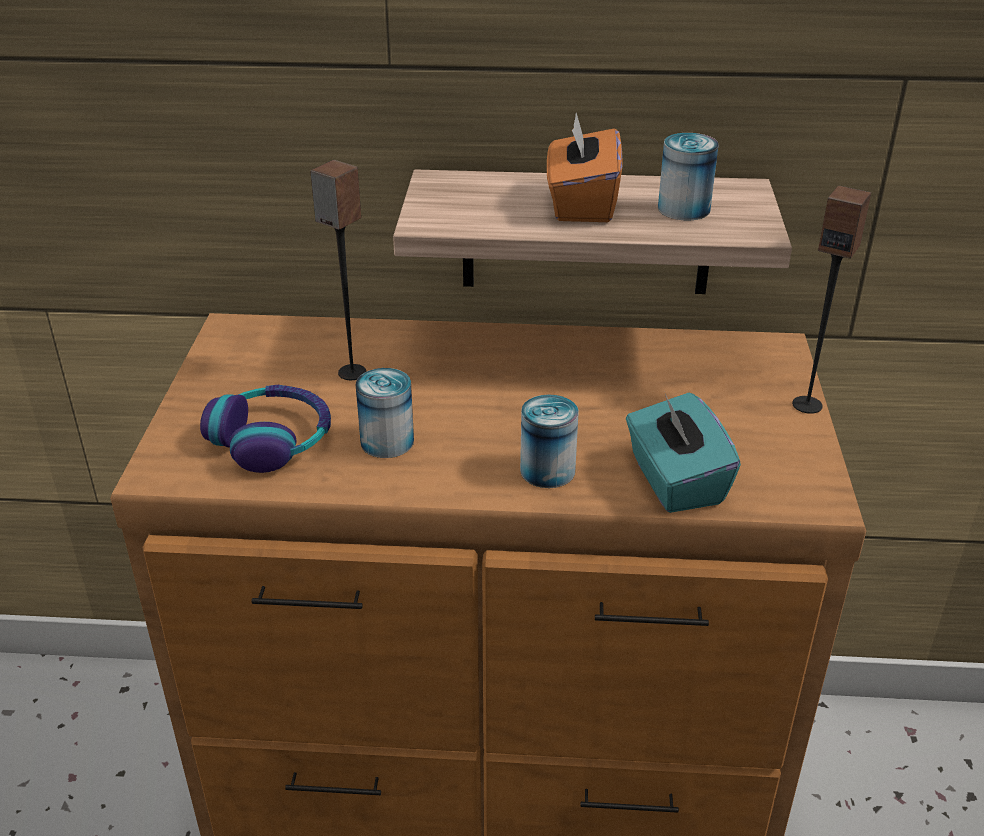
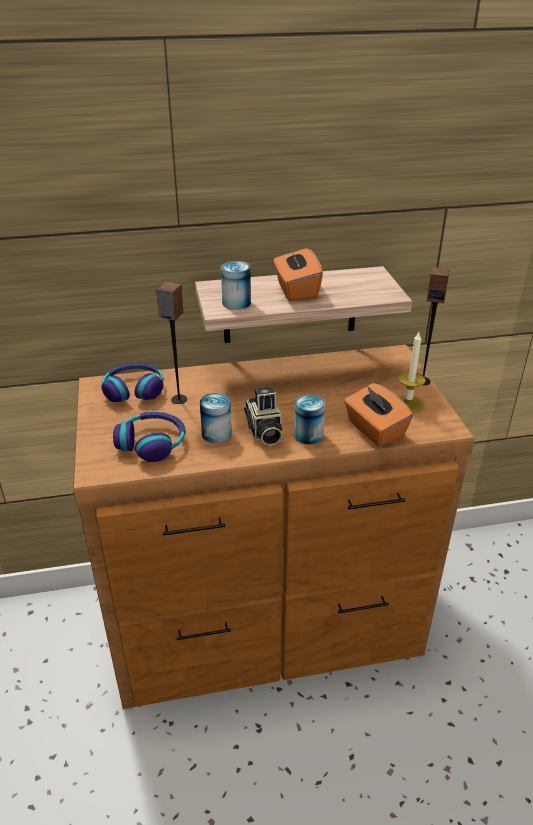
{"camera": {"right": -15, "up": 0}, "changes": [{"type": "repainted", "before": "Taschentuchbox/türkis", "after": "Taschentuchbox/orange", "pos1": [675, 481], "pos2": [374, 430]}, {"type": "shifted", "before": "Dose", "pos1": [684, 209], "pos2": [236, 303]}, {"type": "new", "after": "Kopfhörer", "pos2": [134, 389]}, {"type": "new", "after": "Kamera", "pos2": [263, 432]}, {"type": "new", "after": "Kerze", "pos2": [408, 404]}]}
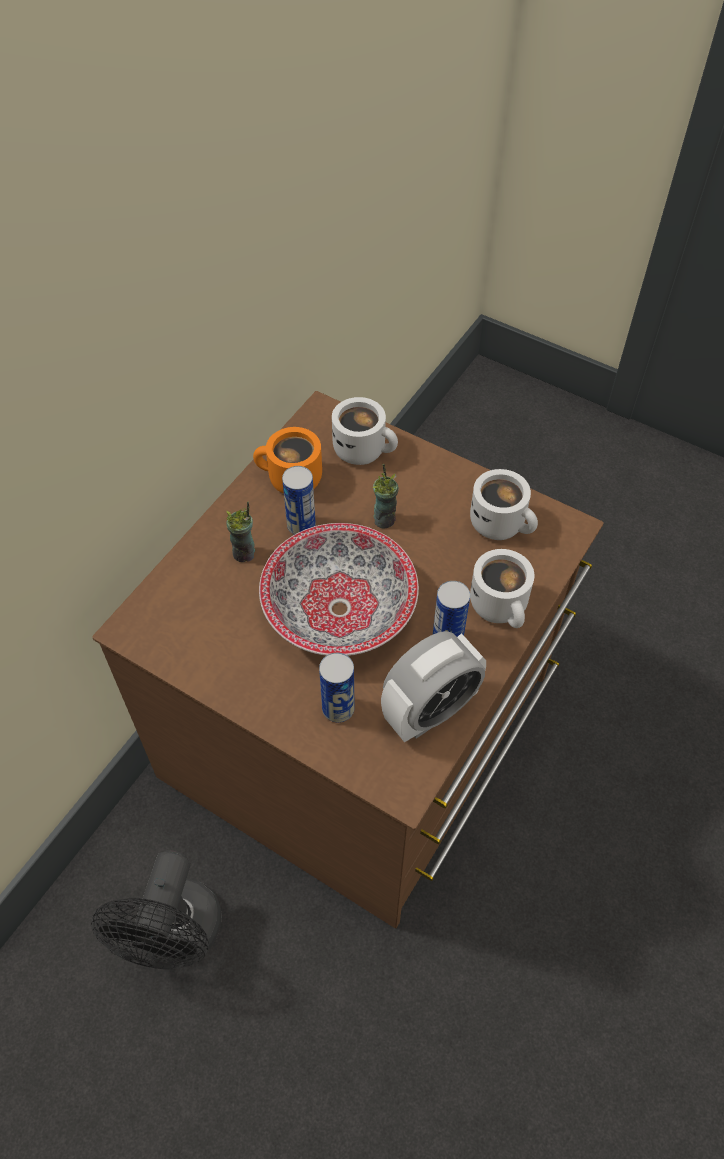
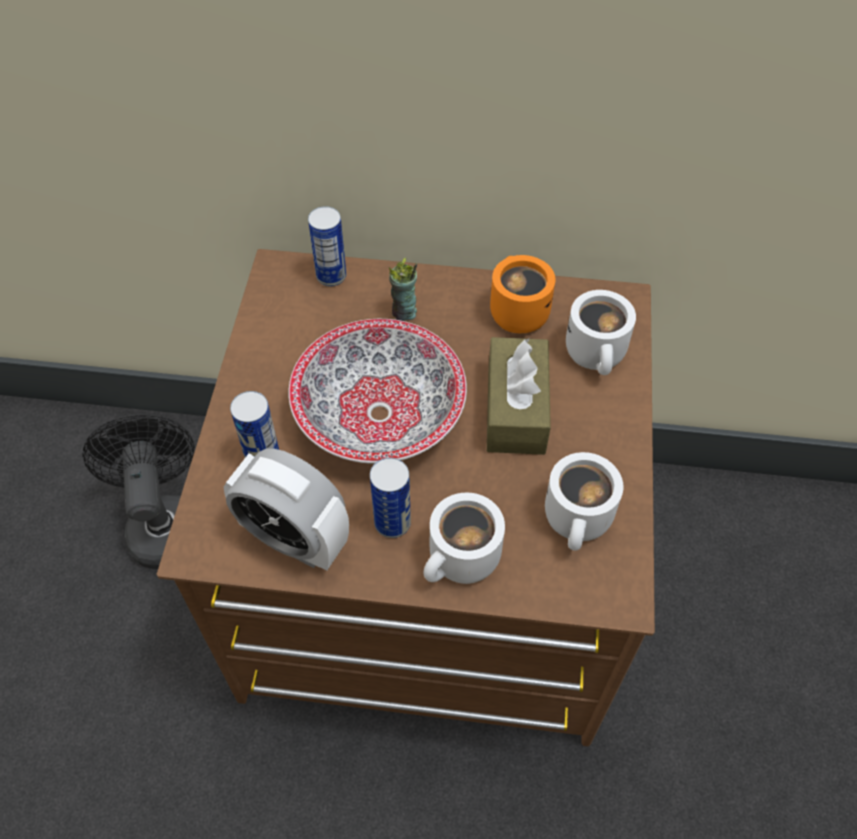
{"camera": {"right": 65, "up": 0}, "changes": [{"type": "rotated", "before": "Ventilator/schwarz", "pos1": [177, 937], "pos2": [164, 523], "turn": 90}, {"type": "shifted", "before": "Dose", "pos1": [301, 525], "pos2": [331, 276]}, {"type": "swapped", "before": "Tasse", "after": "Taschentuchbox/braun", "pos1": [384, 519], "pos2": [516, 408]}]}
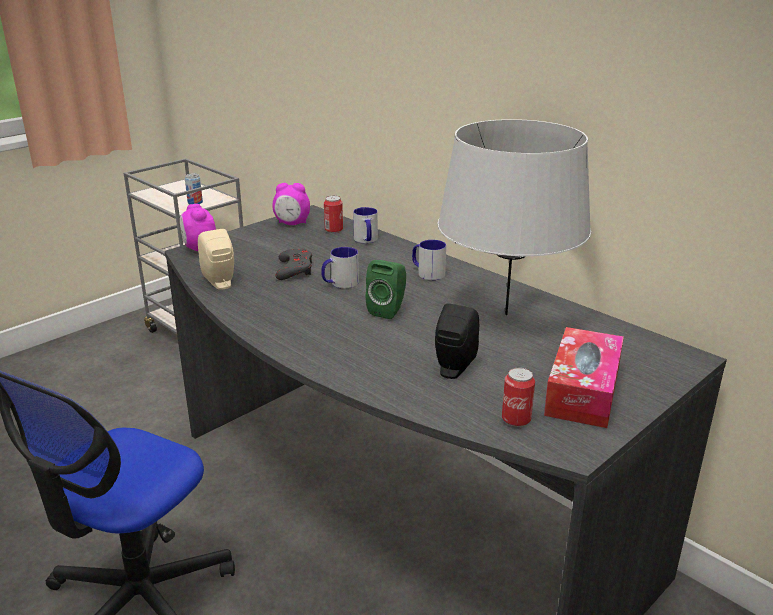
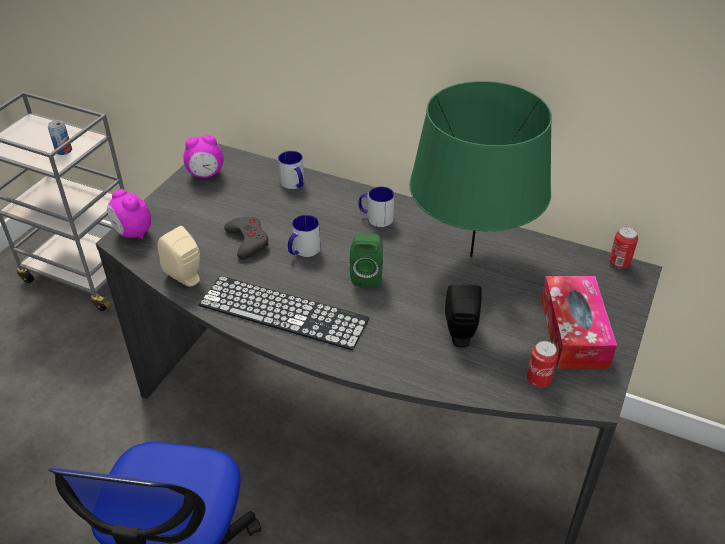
{"camera": {"right": -20, "up": 15}, "changes": [{"type": "shifted", "before": "Dose", "pos1": [333, 230], "pos2": [619, 262]}, {"type": "repainted", "before": "Tischlampe/grau", "after": "Tischlampe/grün", "pos1": [506, 314], "pos2": [471, 256]}, {"type": "new", "after": "Tastatur", "pos2": [283, 312]}]}
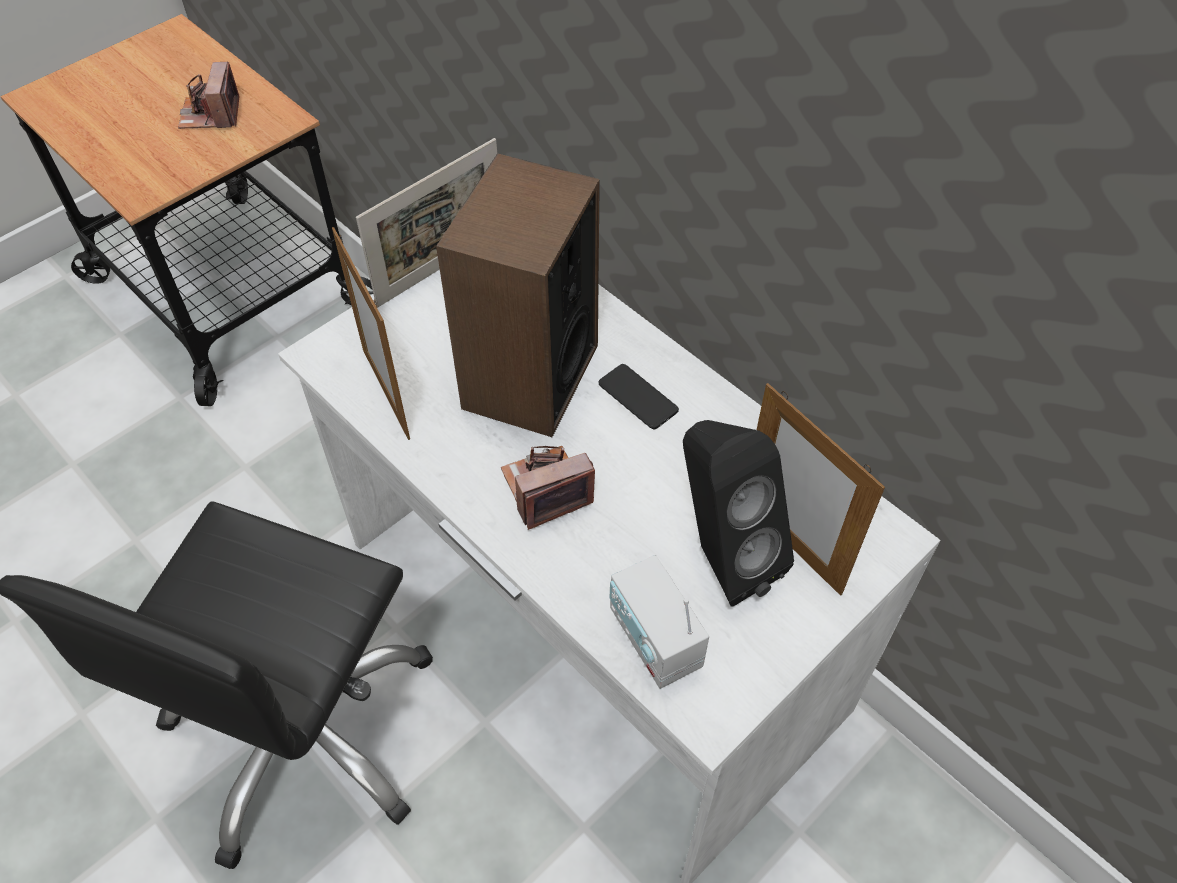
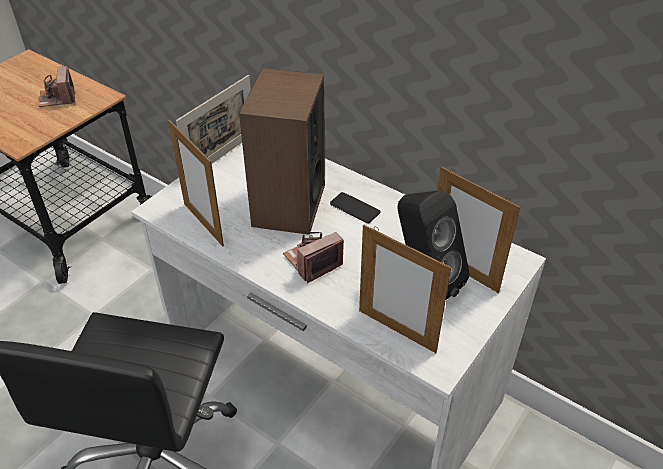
{"camera": {"right": -10, "up": -10}, "changes": [{"type": "swapped", "before": "Radio", "after": "Bilderrahmen", "pos1": [654, 640], "pos2": [397, 331]}]}
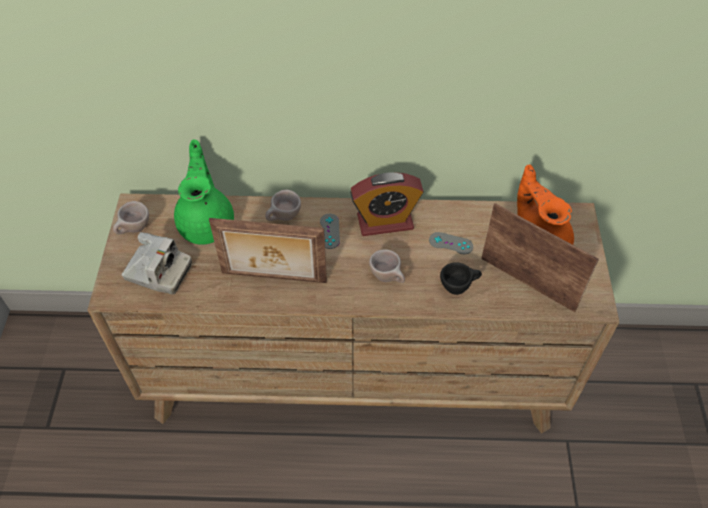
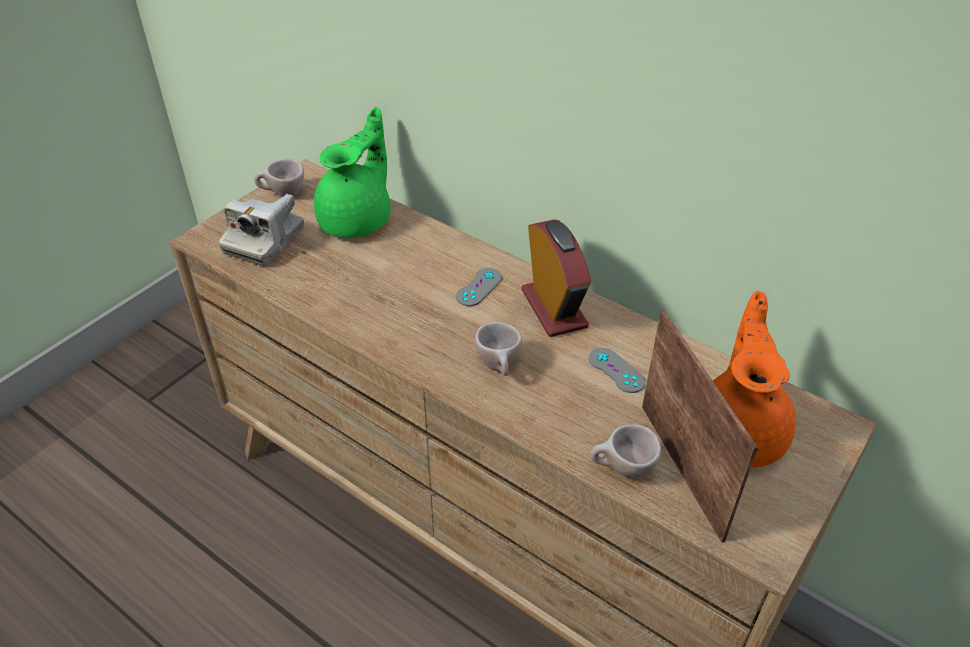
{"camera": {"right": 35, "up": -10}, "changes": [{"type": "rotated", "before": "Kamera", "pos1": [158, 272], "pos2": [265, 241], "turn": 60}, {"type": "gone", "before": "Bilderrahmen", "pos1": [273, 278]}, {"type": "shifted", "before": "Tasse/beige", "pos1": [283, 218], "pos2": [621, 471]}, {"type": "rotated", "before": "Wecker", "pos1": [385, 222], "pos2": [554, 309], "turn": -135}, {"type": "gone", "before": "Tasse/schwarz", "pos1": [458, 287]}]}
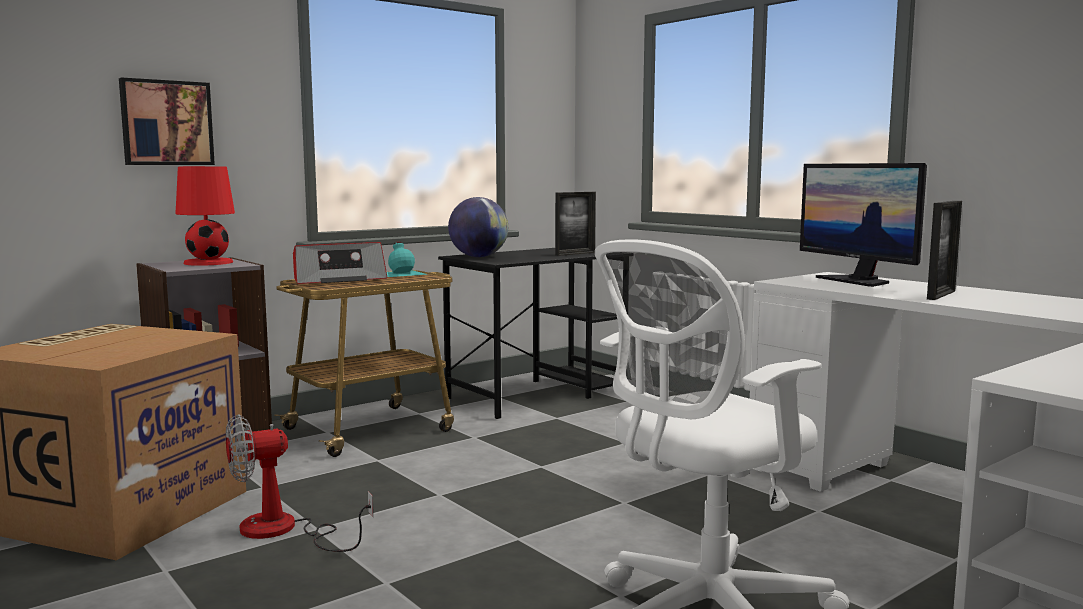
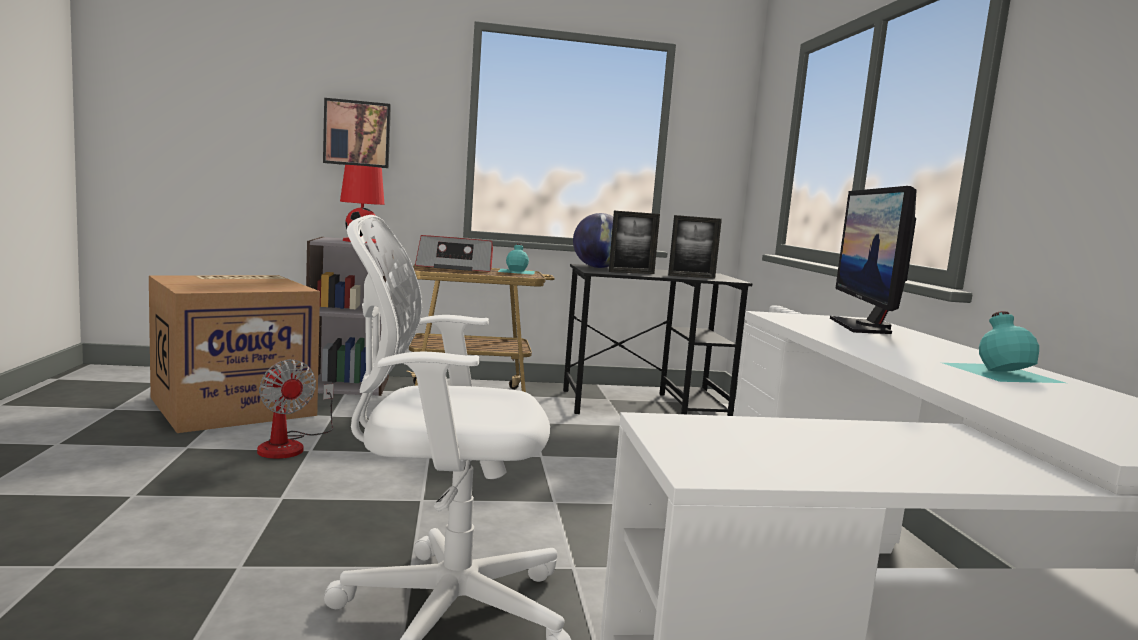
{"camera": {"right": 30, "up": 0}, "changes": [{"type": "rotated", "before": "Ventilator", "pos1": [284, 531], "pos2": [290, 445], "turn": -135}, {"type": "shifted", "before": "Bilderrahmen", "pos1": [941, 295], "pos2": [631, 272]}, {"type": "new", "after": "Flasche/türkis", "pos2": [1001, 372]}]}
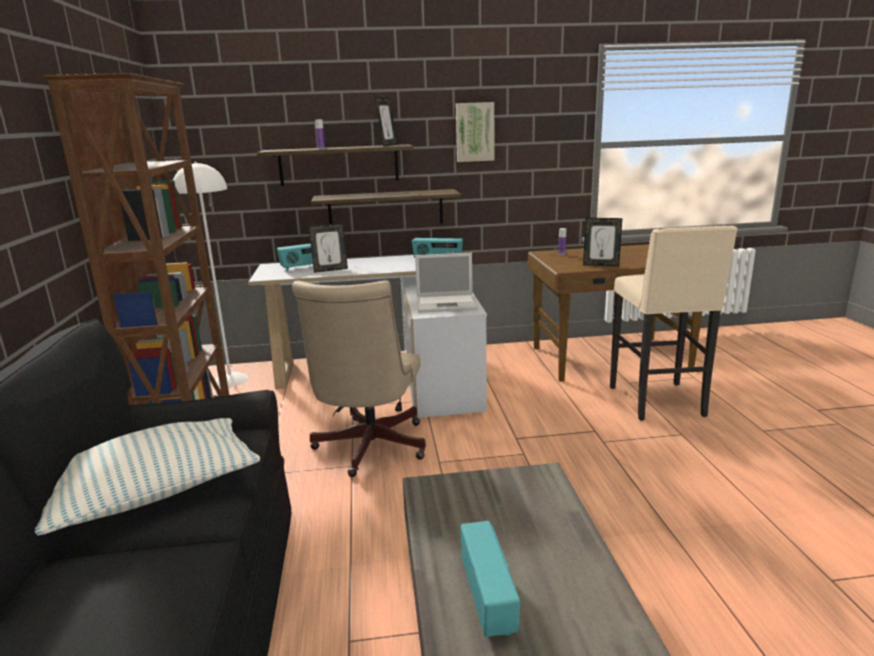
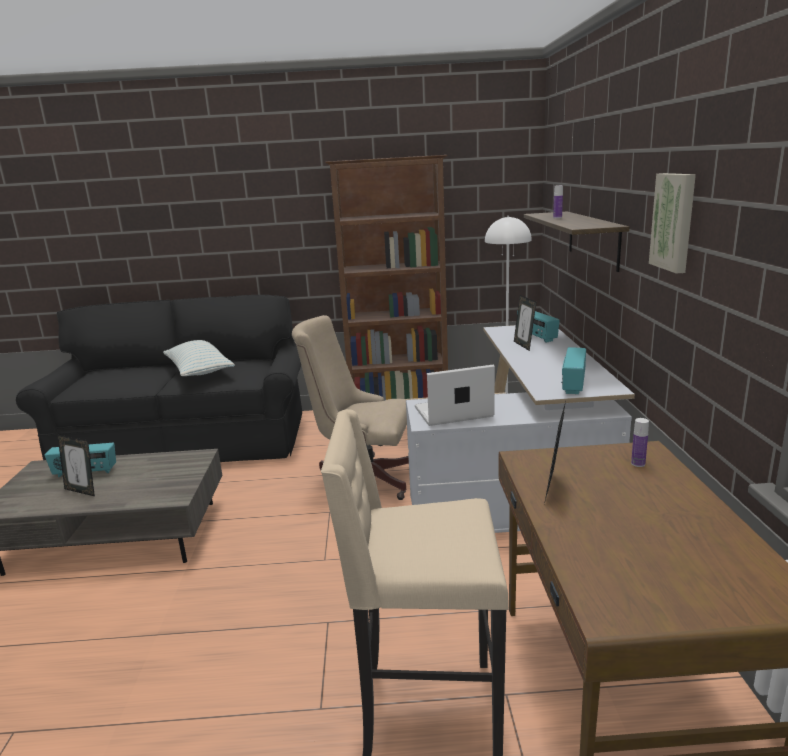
{"camera": {"right": 95, "up": 0}, "changes": [{"type": "gone", "before": "Wandregal", "pos1": [385, 209]}, {"type": "shifted", "before": "Bilderrahmen", "pos1": [387, 145], "pos2": [82, 491]}, {"type": "rotated", "before": "Laptop", "pos1": [447, 304], "pos2": [452, 412], "turn": 75}]}
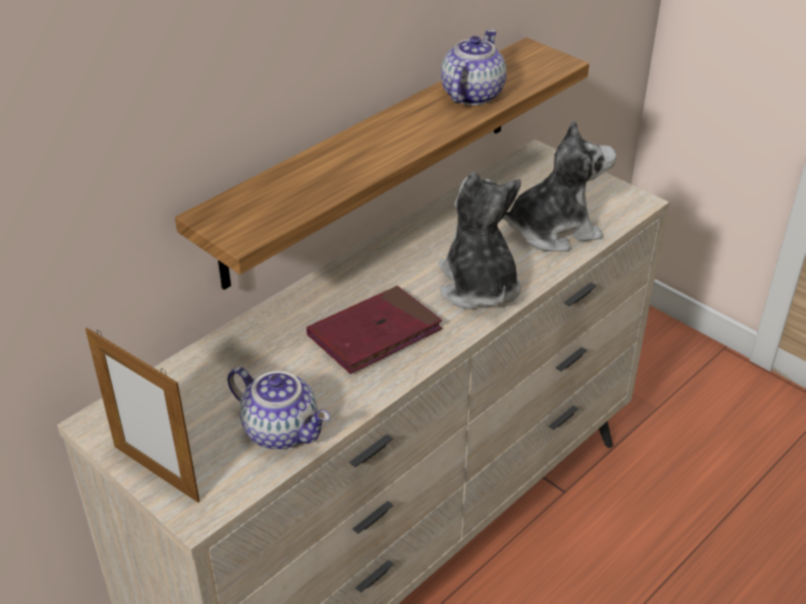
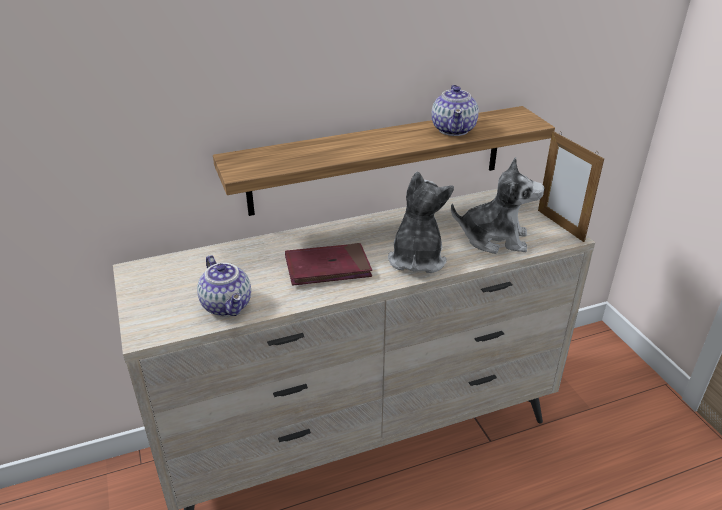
{"camera": {"right": 25, "up": -5}, "changes": [{"type": "shifted", "before": "Bilderrahmen", "pos1": [156, 473], "pos2": [560, 225]}, {"type": "rotated", "before": "Teekanne", "pos1": [471, 95], "pos2": [454, 129], "turn": 135}]}
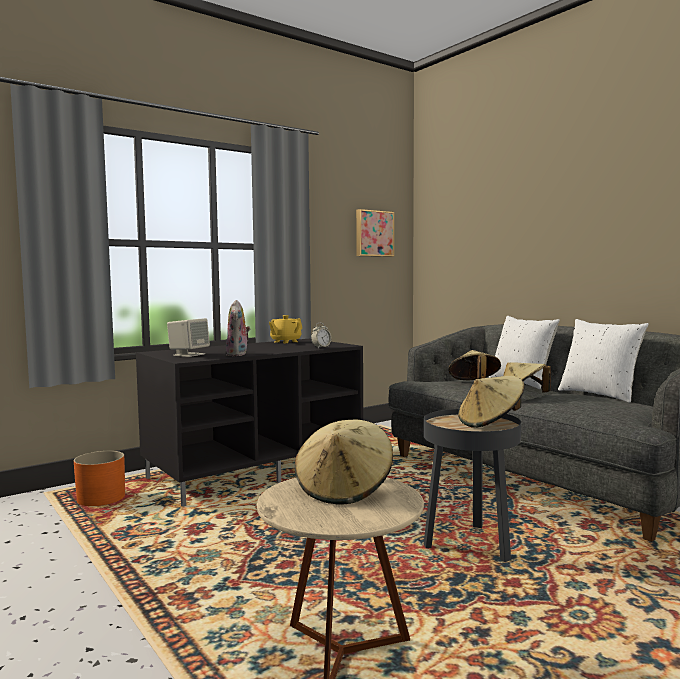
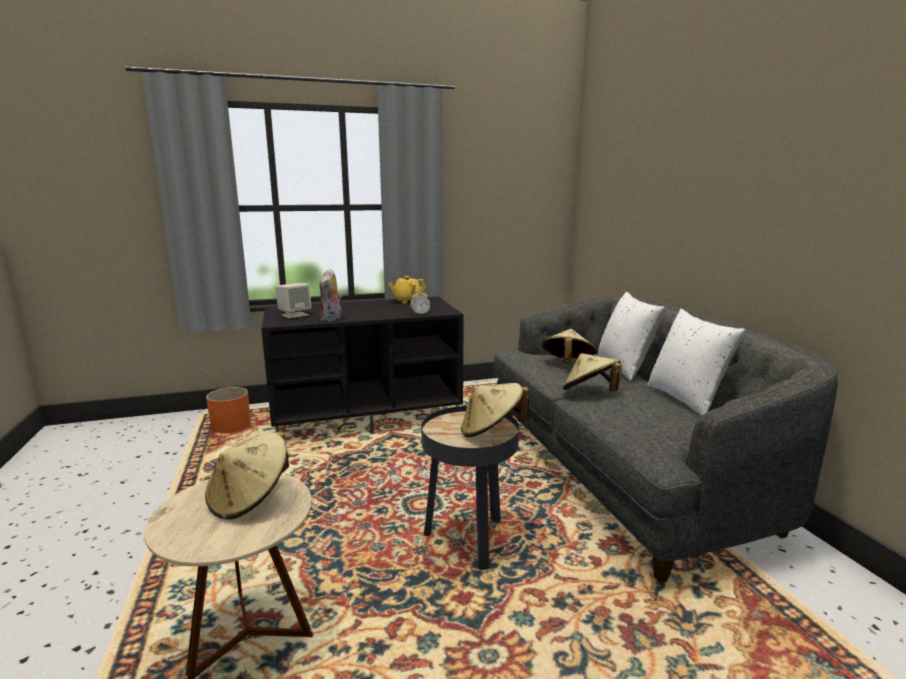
{"camera": {"right": 20, "up": 10}, "changes": [{"type": "gone", "before": "Bild", "pos1": [373, 233]}]}
